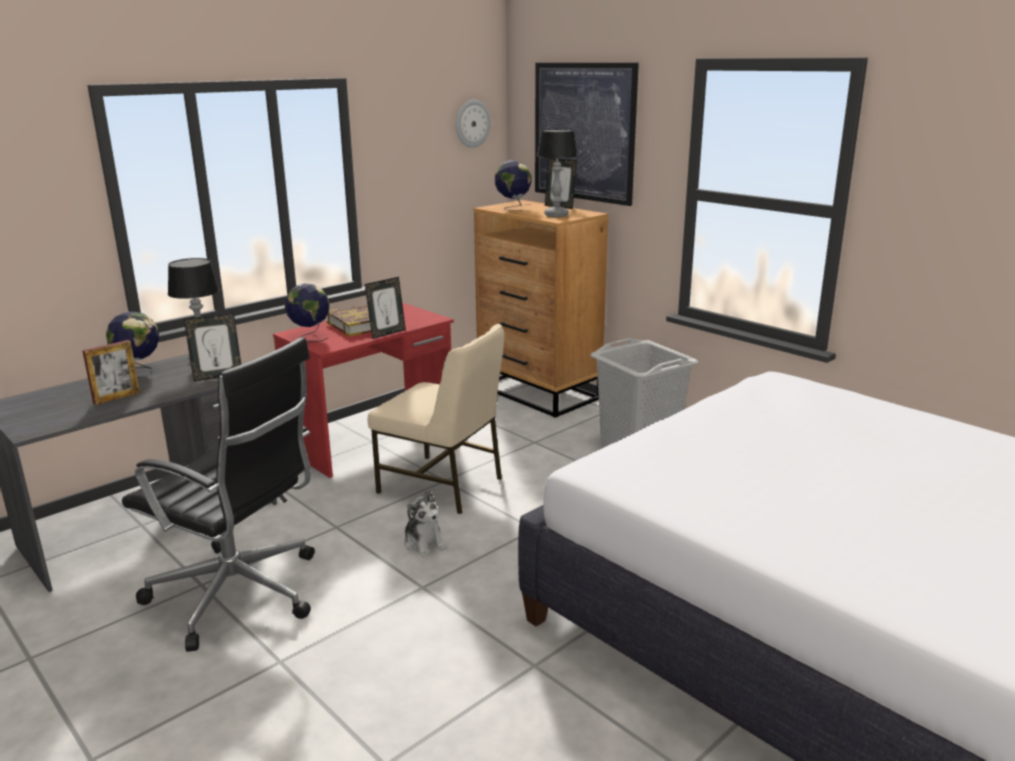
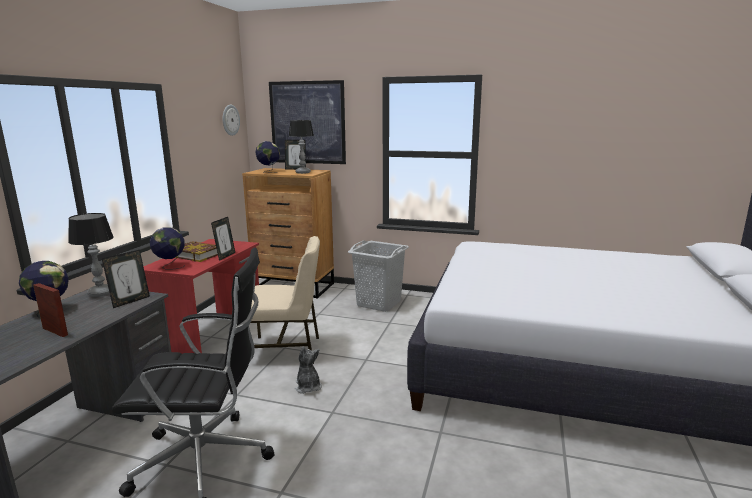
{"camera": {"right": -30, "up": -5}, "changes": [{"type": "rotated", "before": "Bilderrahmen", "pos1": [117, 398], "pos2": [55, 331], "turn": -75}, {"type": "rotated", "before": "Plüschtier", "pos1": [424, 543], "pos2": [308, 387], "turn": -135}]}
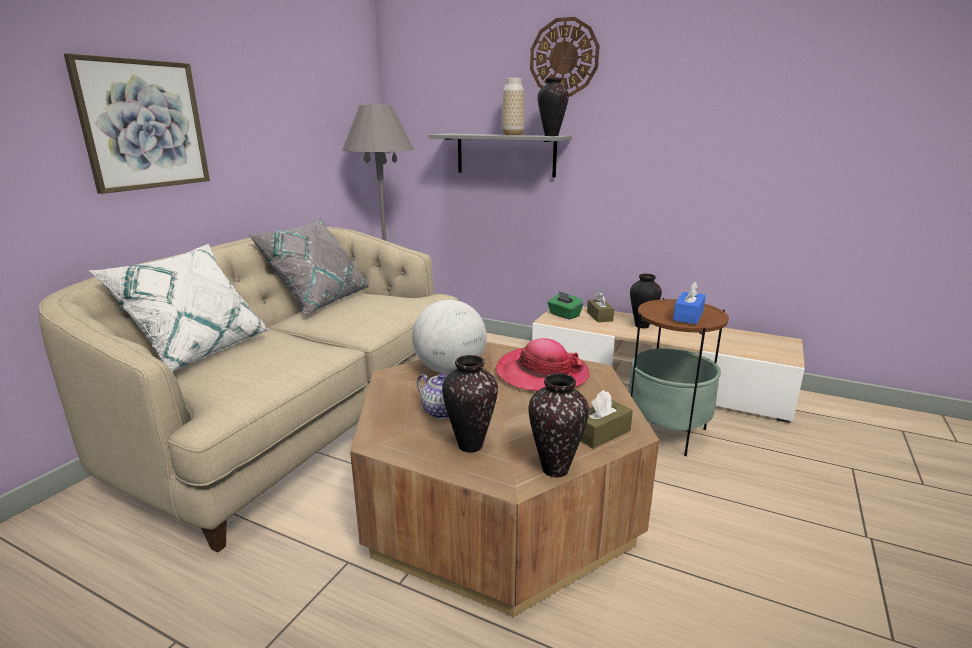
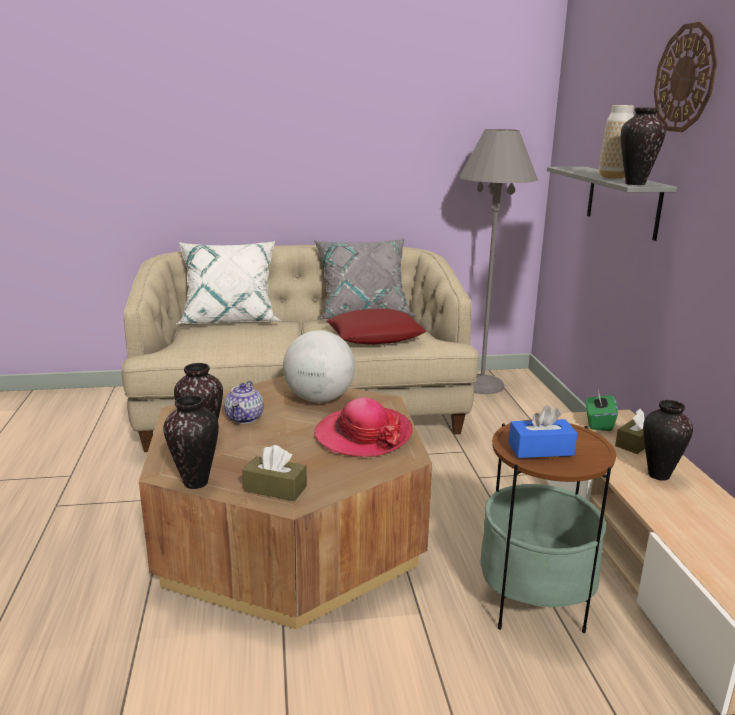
{"camera": {"right": 55, "up": 0}, "changes": [{"type": "gone", "before": "Bild", "pos1": [143, 125]}, {"type": "new", "after": "Kissen/rot", "pos2": [375, 335]}]}
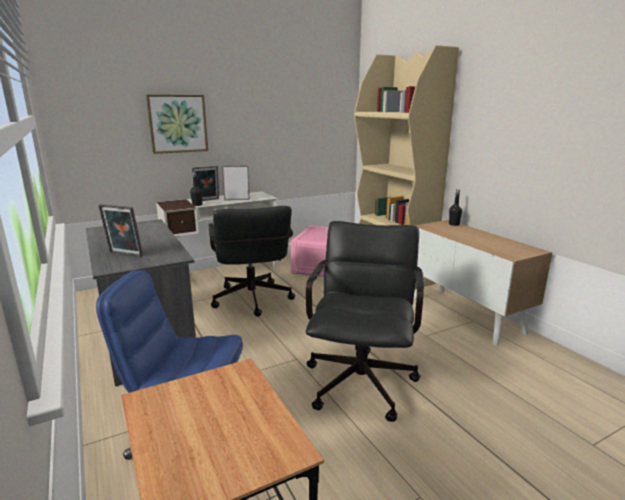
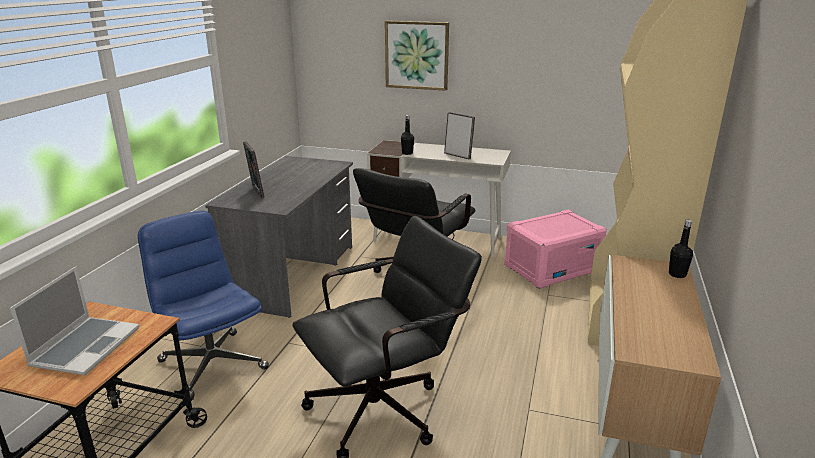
{"camera": {"right": 45, "up": 5}, "changes": [{"type": "gone", "before": "Bilderrahmen", "pos1": [207, 200]}, {"type": "new", "after": "Laptop", "pos2": [86, 346]}]}
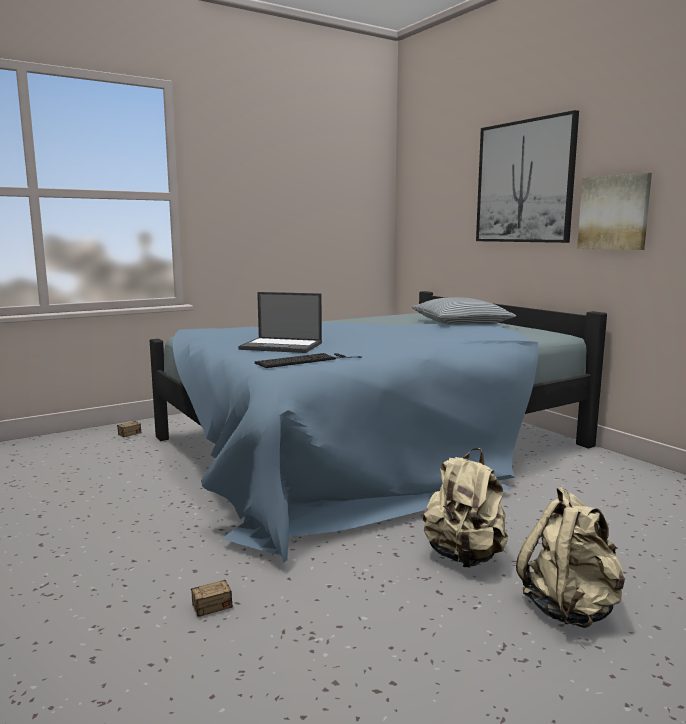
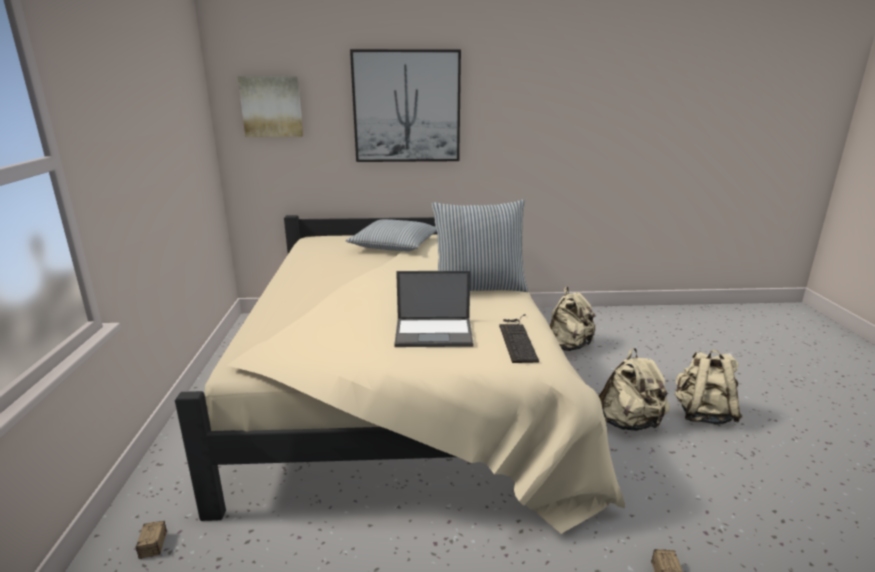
{"camera": {"right": -60, "up": 10}, "changes": [{"type": "repainted", "before": "Bett/blau", "after": "Bett/beige", "pos1": [369, 447], "pos2": [404, 388]}, {"type": "rotated", "before": "Laptop", "pos1": [282, 346], "pos2": [435, 332], "turn": 45}, {"type": "shifted", "before": "Bild", "pos1": [614, 212], "pos2": [271, 106]}, {"type": "new", "after": "Kissen", "pos2": [479, 288]}, {"type": "new", "after": "Rucksack/beige", "pos2": [567, 346]}]}
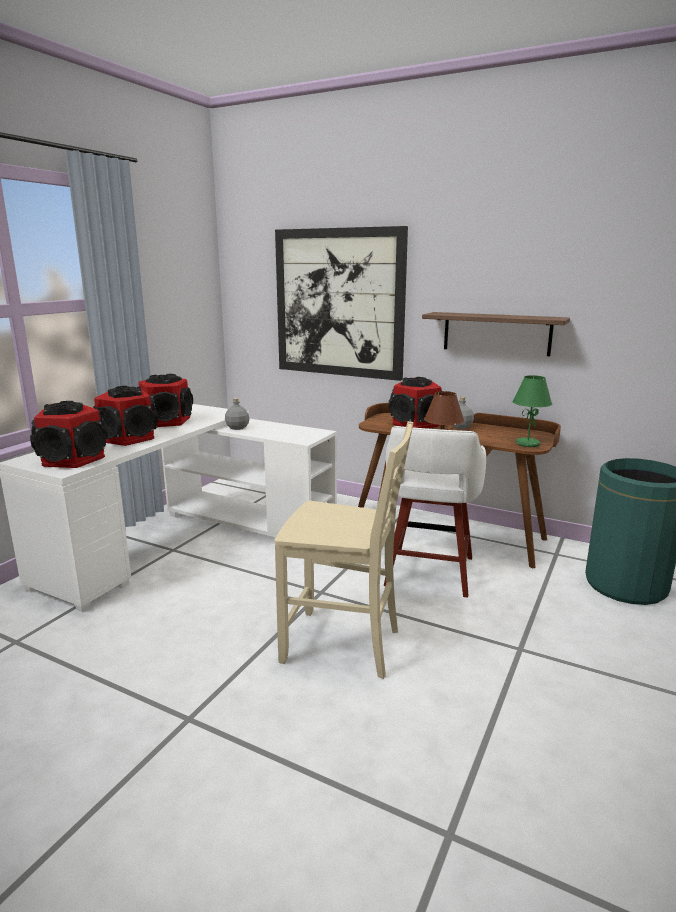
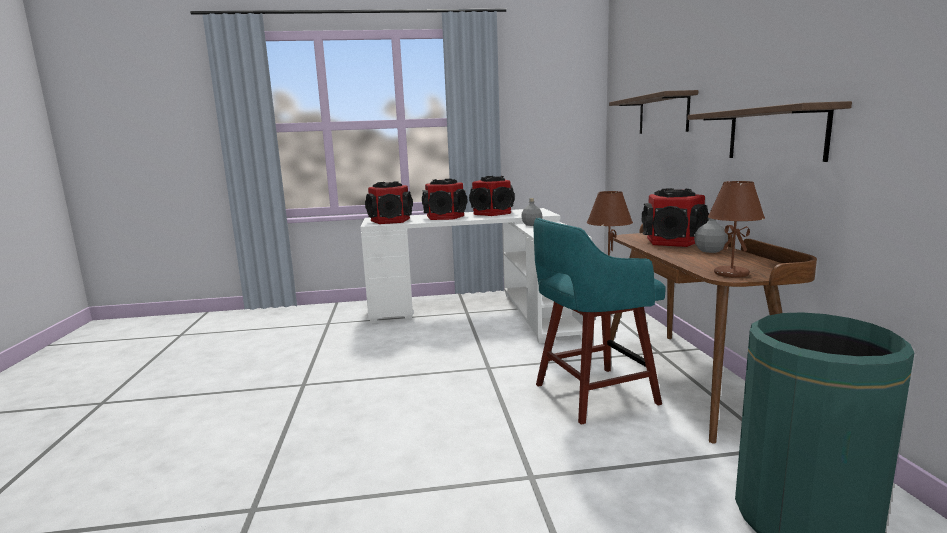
{"camera": {"right": 55, "up": -5}, "changes": [{"type": "swapped", "before": "Bild", "after": "Wandregal", "pos1": [339, 303], "pos2": [663, 114]}, {"type": "gone", "before": "Stuhl/beige", "pos1": [344, 645]}, {"type": "repainted", "before": "Hocker/weiß", "after": "Hocker/türkis", "pos1": [429, 573], "pos2": [591, 395]}, {"type": "repainted", "before": "Tischlampe/grün", "after": "Tischlampe/braun", "pos1": [527, 444], "pos2": [730, 274]}]}
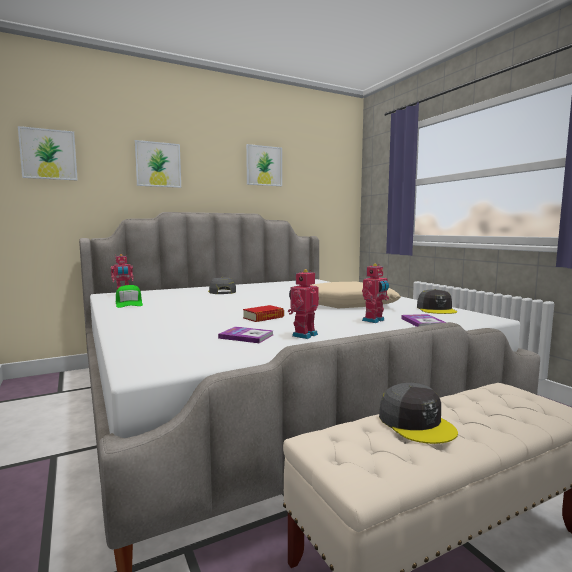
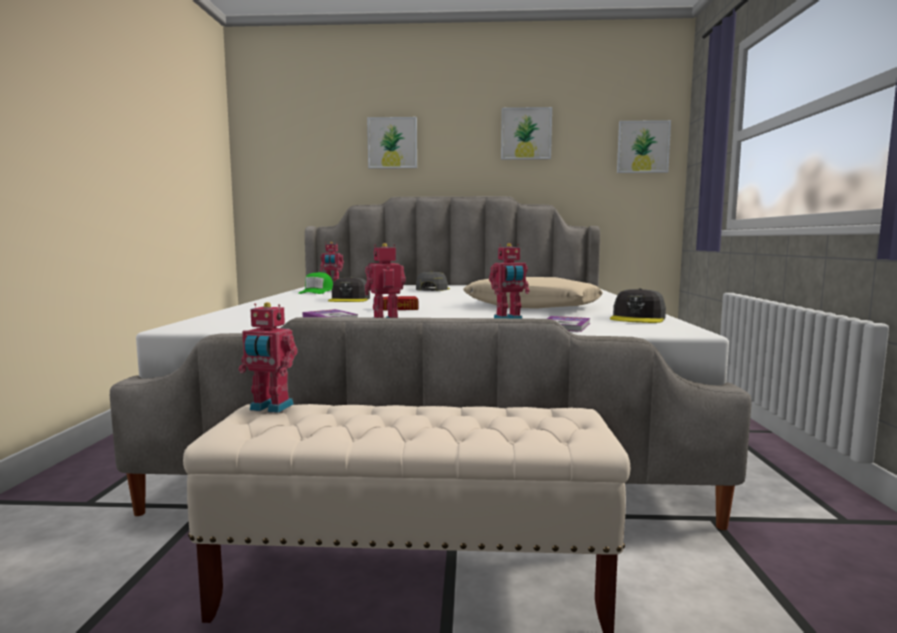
{"camera": {"right": 30, "up": 0}, "changes": [{"type": "shifted", "before": "Bild", "pos1": [48, 154], "pos2": [643, 147]}, {"type": "shifted", "before": "Kappe/grau", "pos1": [416, 423], "pos2": [349, 299]}, {"type": "new", "after": "Spielzeugroboter", "pos2": [270, 408]}]}
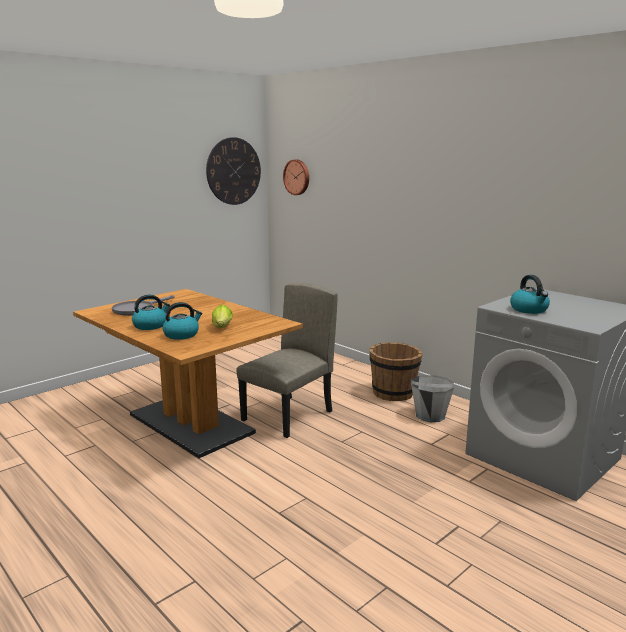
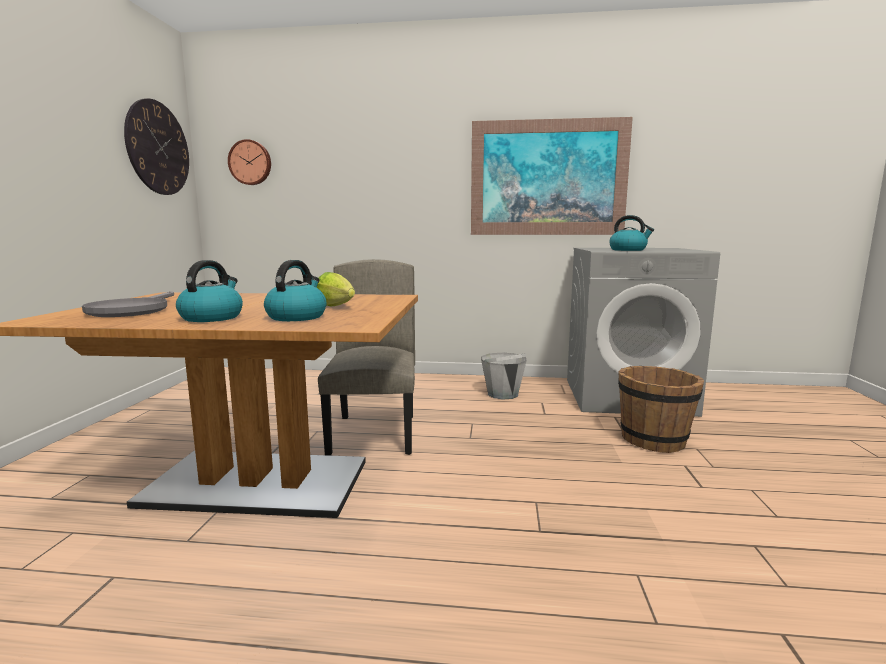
{"camera": {"right": -40, "up": -5}, "changes": [{"type": "shifted", "before": "Eimer/braun", "pos1": [393, 393], "pos2": [654, 440]}, {"type": "new", "after": "Bild", "pos2": [548, 178]}]}
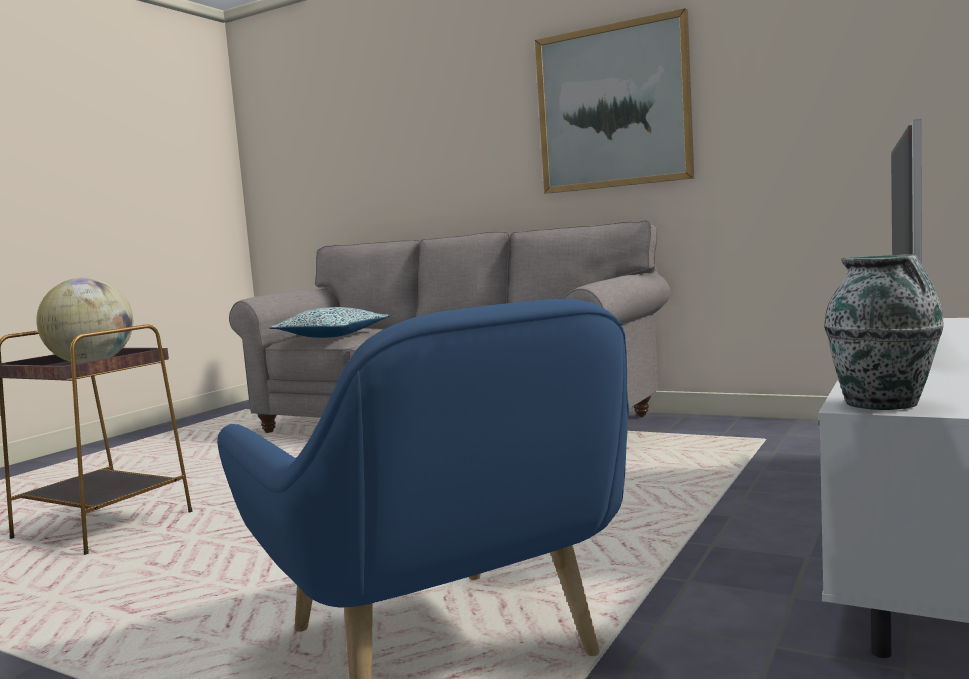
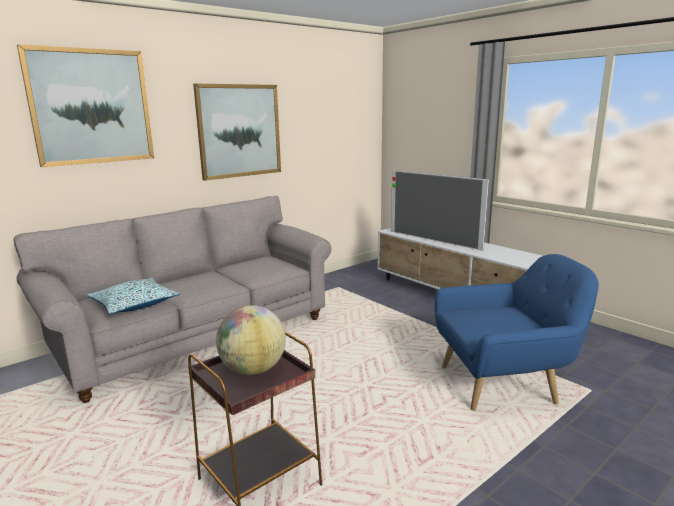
{"camera": {"right": -70, "up": 10}, "changes": [{"type": "gone", "before": "Vase", "pos1": [883, 404]}, {"type": "new", "after": "Bild", "pos2": [91, 107]}]}
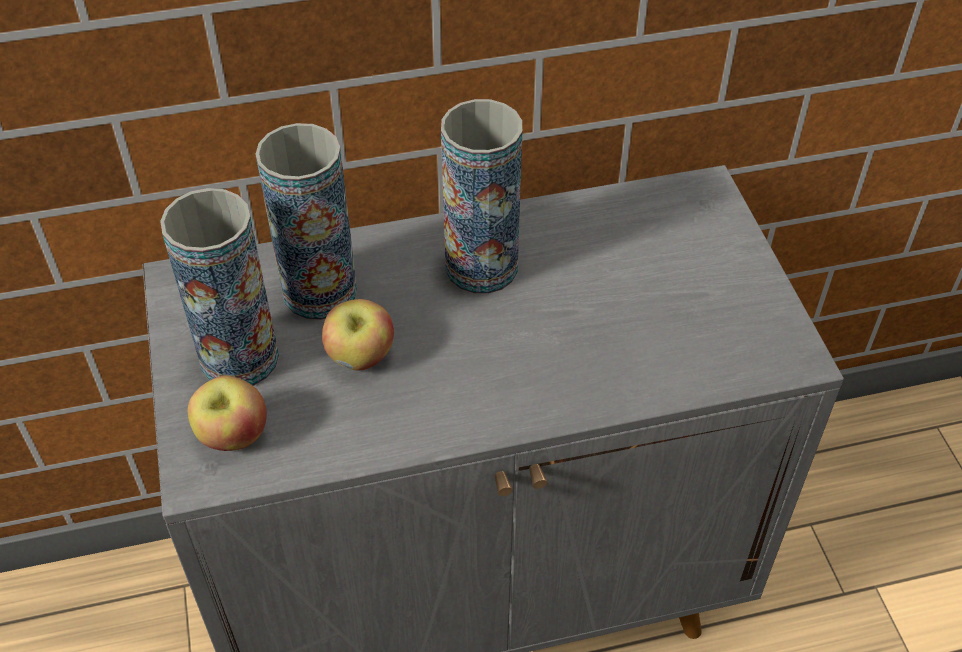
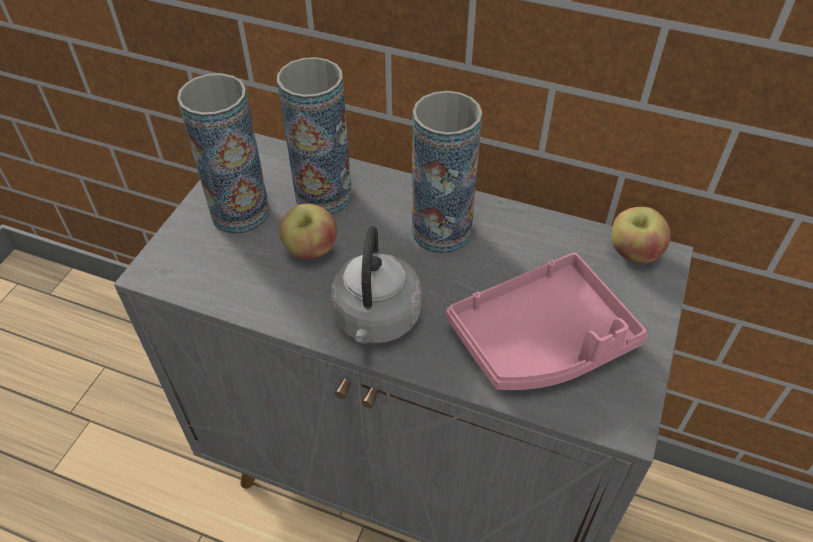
{"camera": {"right": 35, "up": 0}, "changes": [{"type": "shifted", "before": "Apfel", "pos1": [233, 435], "pos2": [633, 253]}, {"type": "new", "after": "Wasserkessel/grau", "pos2": [376, 320]}, {"type": "new", "after": "Tablett/rosa", "pos2": [542, 340]}]}
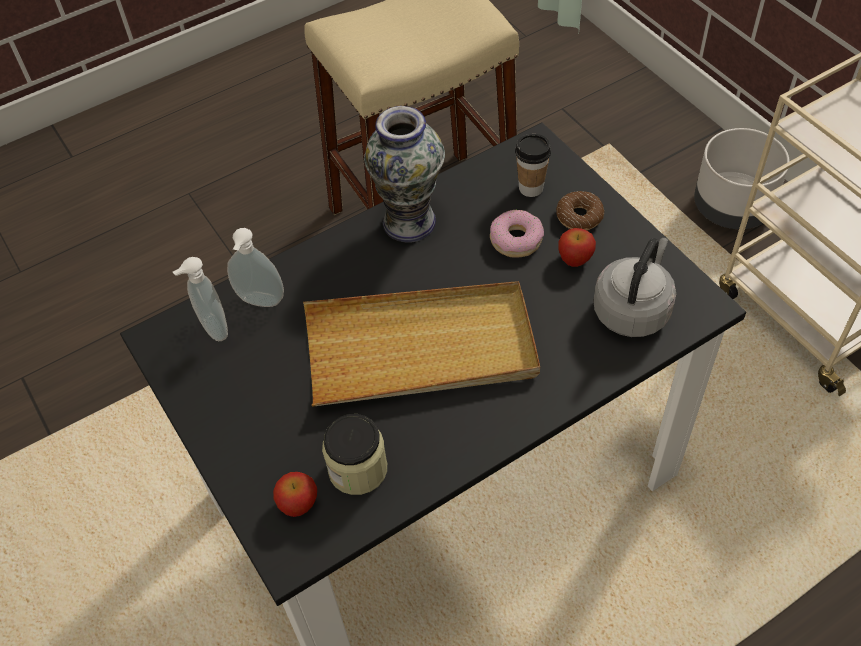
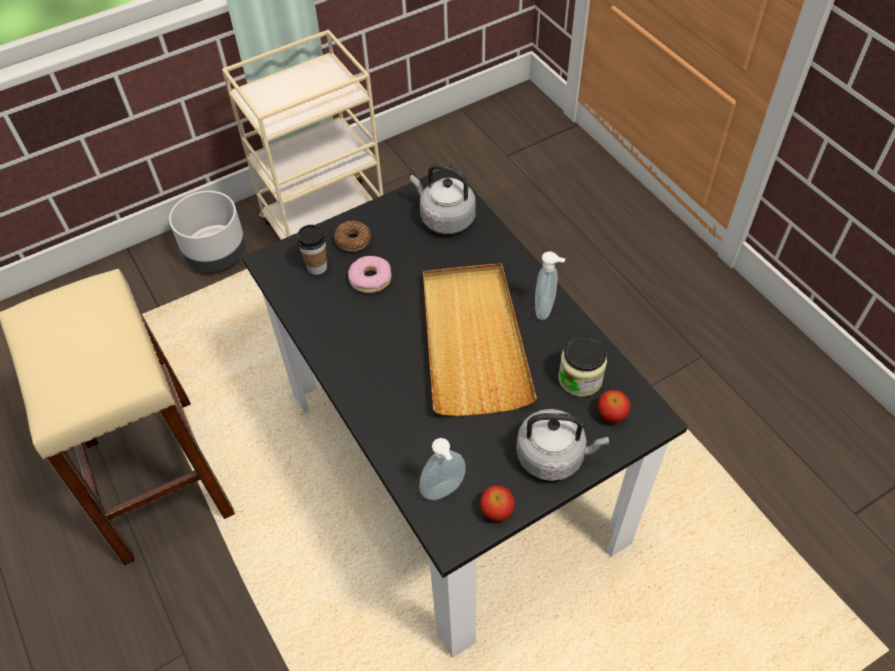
{"camera": {"right": -90, "up": 0}, "changes": [{"type": "shifted", "before": "Seifenspender", "pos1": [260, 302], "pos2": [546, 309]}, {"type": "gone", "before": "Vase", "pos1": [408, 221]}, {"type": "shifted", "before": "Apfel", "pos1": [575, 259], "pos2": [496, 511]}, {"type": "new", "after": "Wasserkessel/grau", "pos2": [554, 456]}]}
